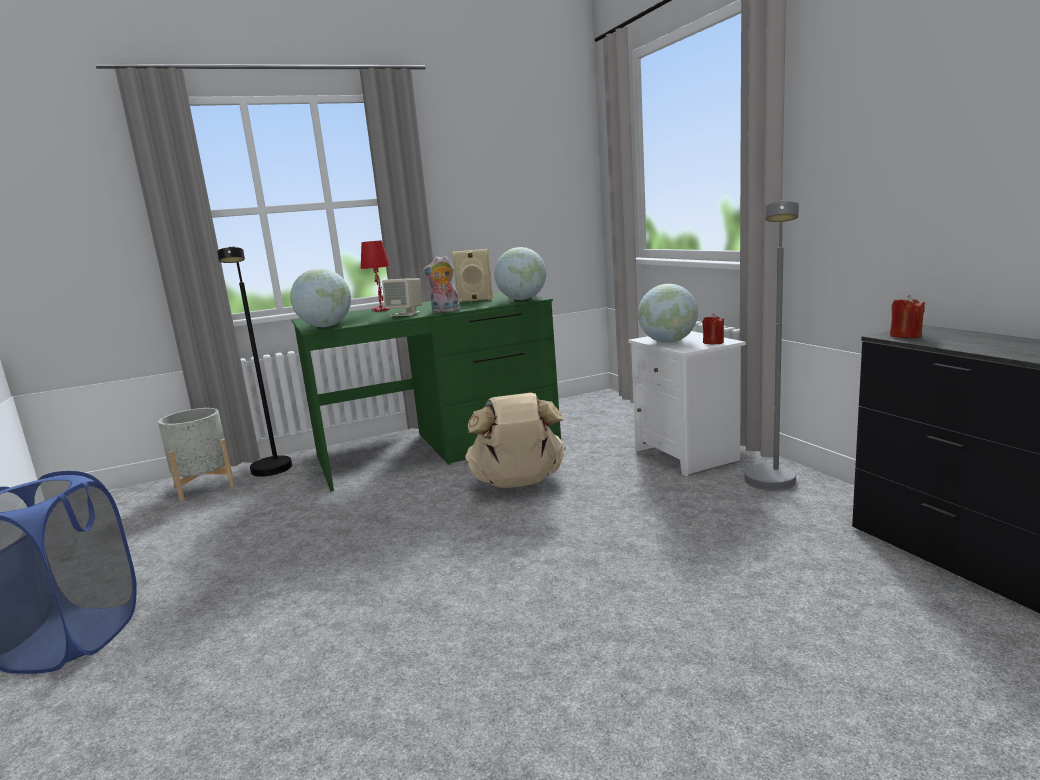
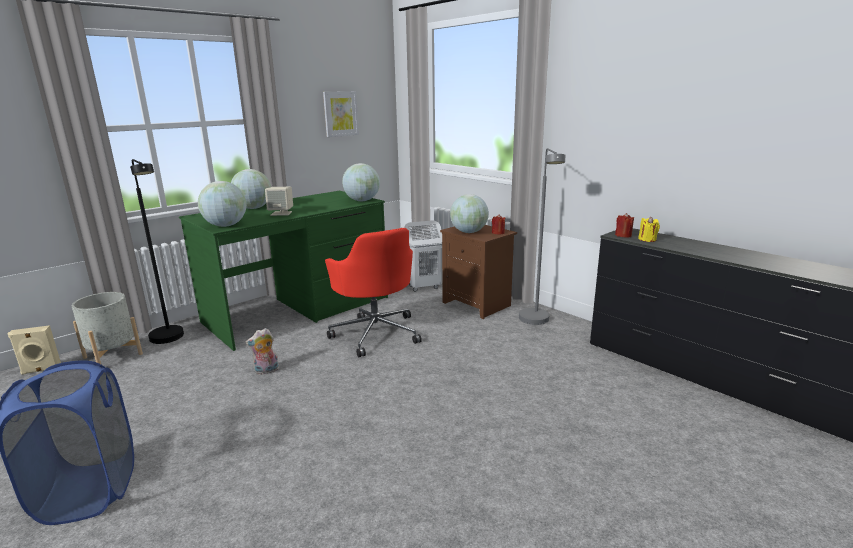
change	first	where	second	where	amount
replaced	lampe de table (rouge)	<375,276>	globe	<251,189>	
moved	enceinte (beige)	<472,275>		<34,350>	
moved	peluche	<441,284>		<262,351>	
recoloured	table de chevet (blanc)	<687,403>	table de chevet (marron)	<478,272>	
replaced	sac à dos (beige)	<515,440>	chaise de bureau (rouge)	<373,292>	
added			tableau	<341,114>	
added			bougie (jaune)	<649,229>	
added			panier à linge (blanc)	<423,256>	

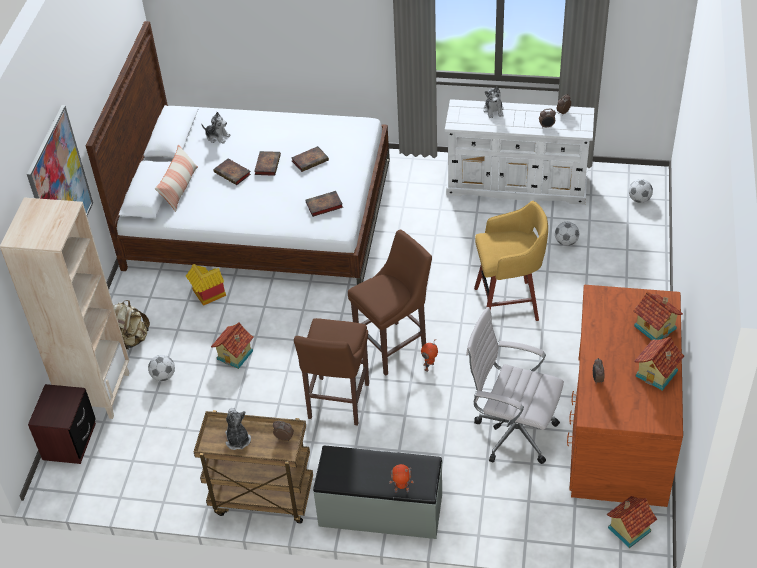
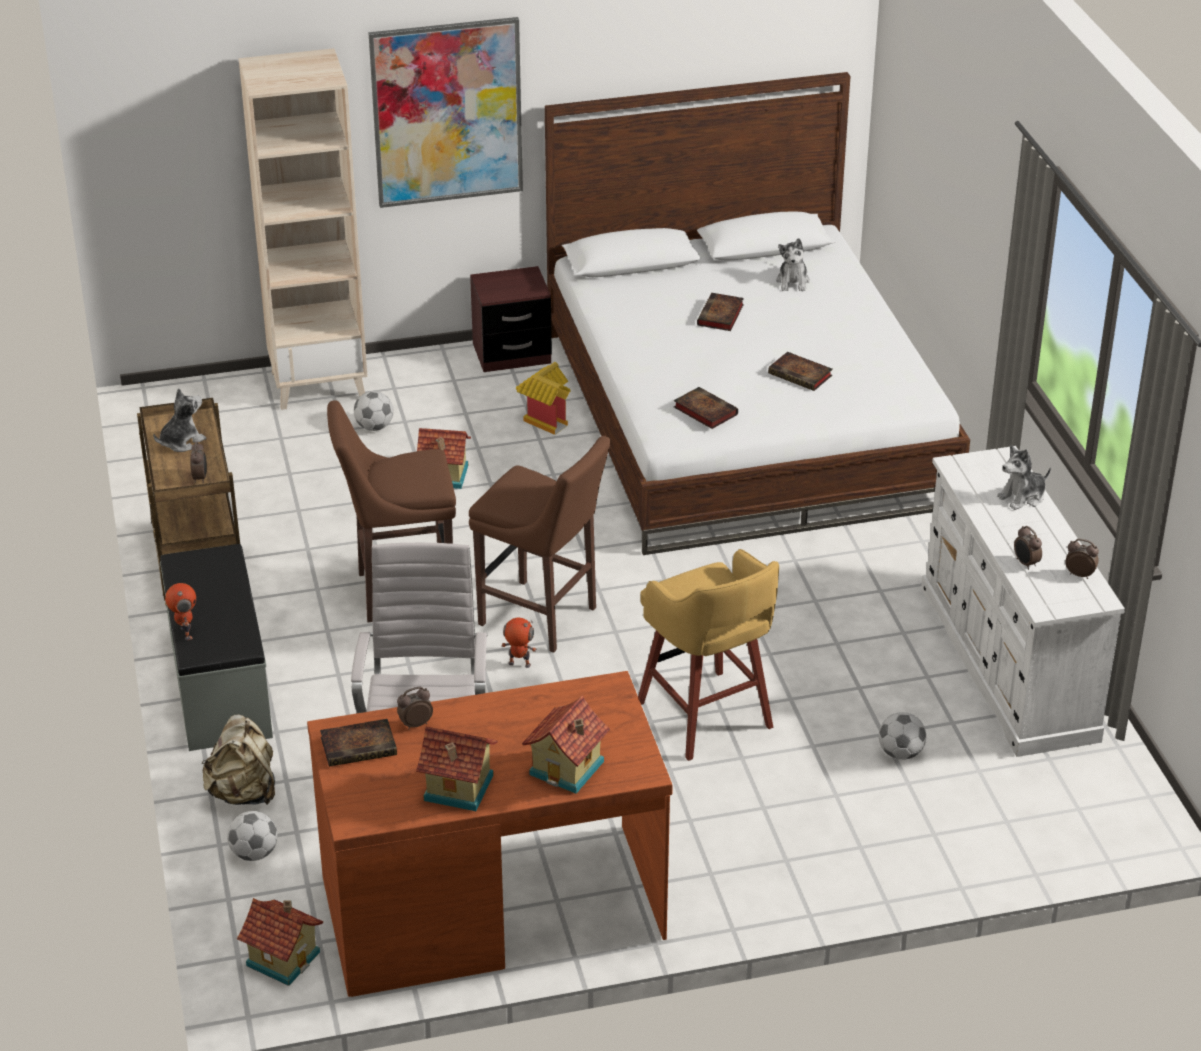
change	first	where	second	where	amount
removed	coussin	<176,178>			
moved	livre	<267,163>		<358,743>	
moved	ballon de foot	<641,191>		<252,836>	
moved	sac à dos (beige)	<131,324>		<238,759>	
moved	table de chevet (marron)	<62,424>		<511,319>	

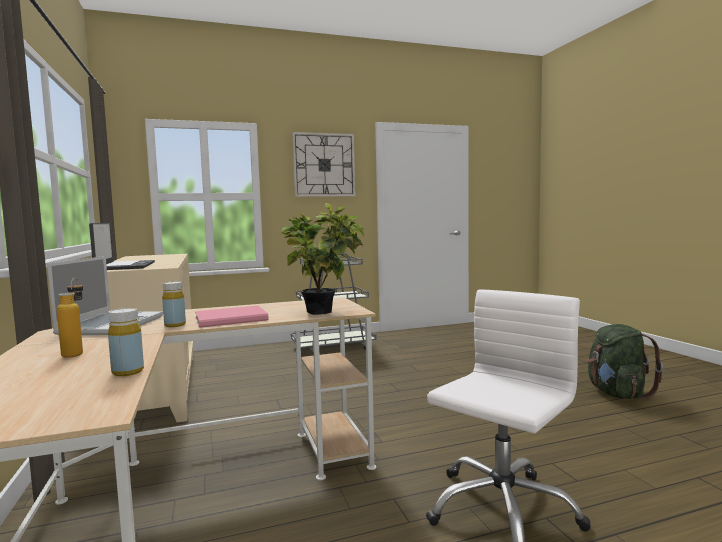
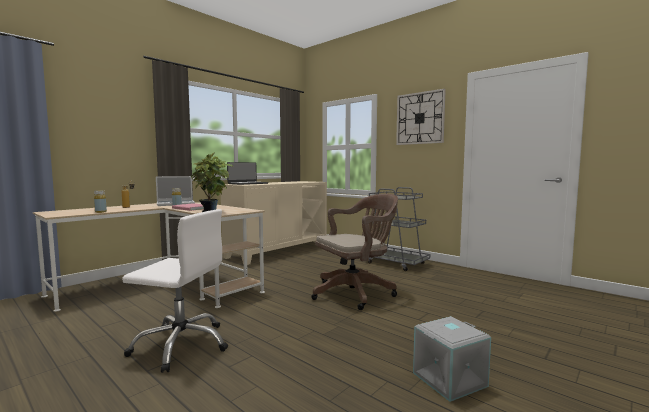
change	first	where	second	where	amount
replaced	sac à dos (vert)	<625,361>	boîte de rangement (gris)	<452,359>	
added			chaise de bureau (marron)	<354,252>	

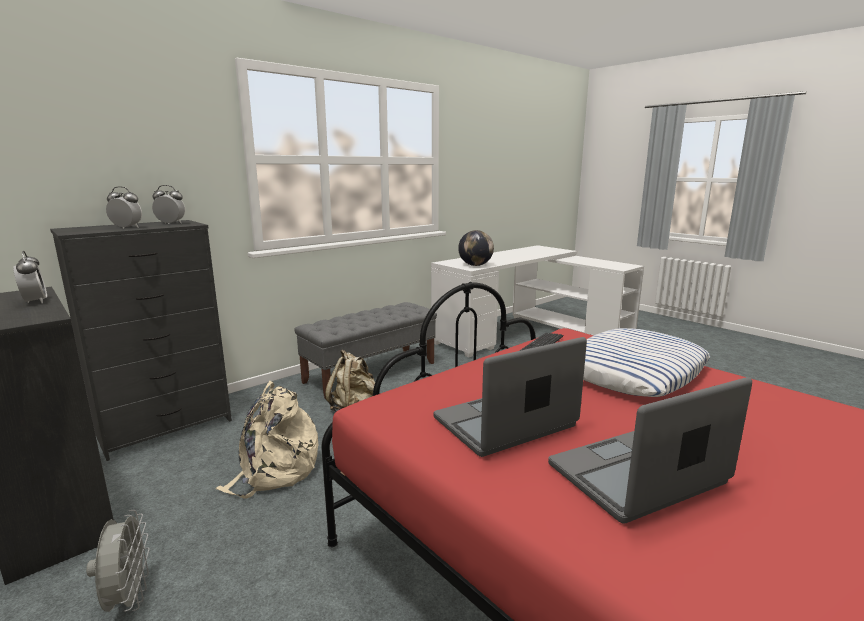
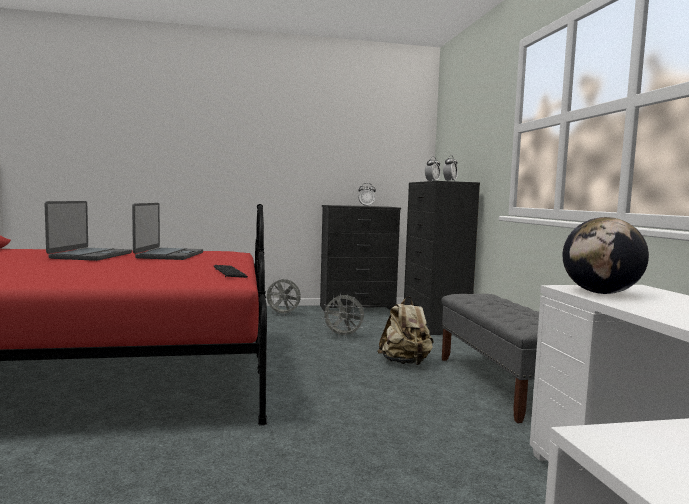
change	first	where	second	where	amount
removed	coussin	<646,362>			
replaced	sac à dos (beige)	<267,440>	ventilateur (gris)	<343,316>	

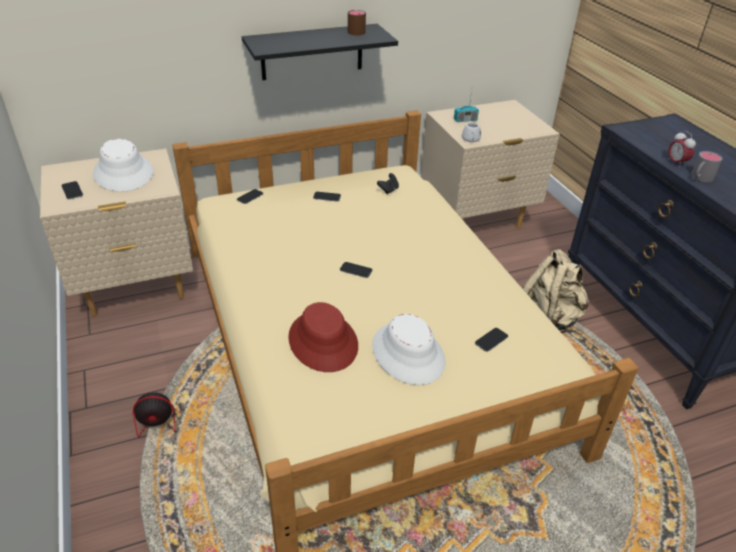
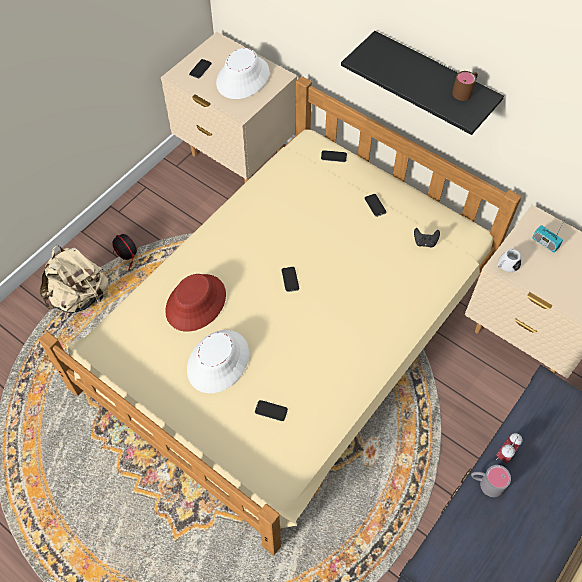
change	first	where	second	where	amount
moved	sac à dos (beige)	<555,291>		<74,279>	

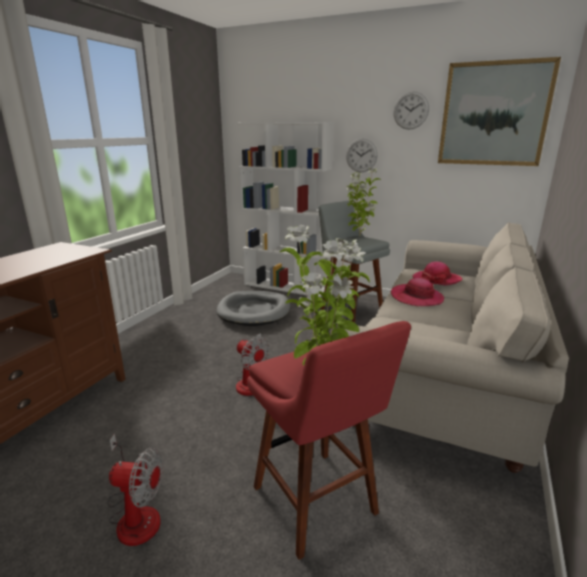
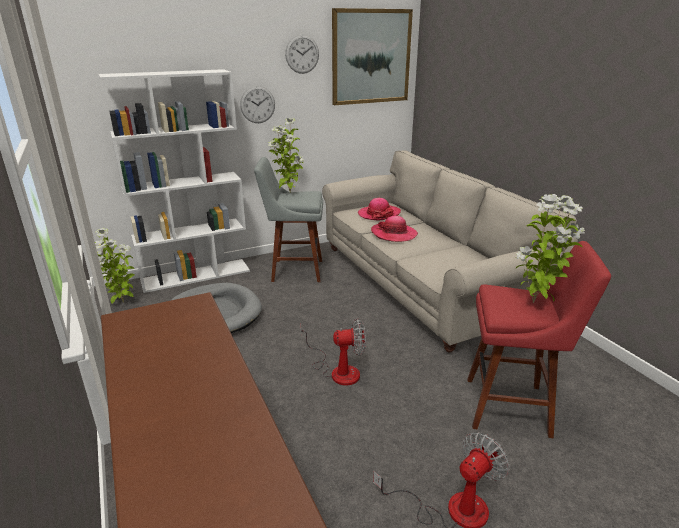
change	first	where	second	where	amount
added			plante en pot	<115,266>	

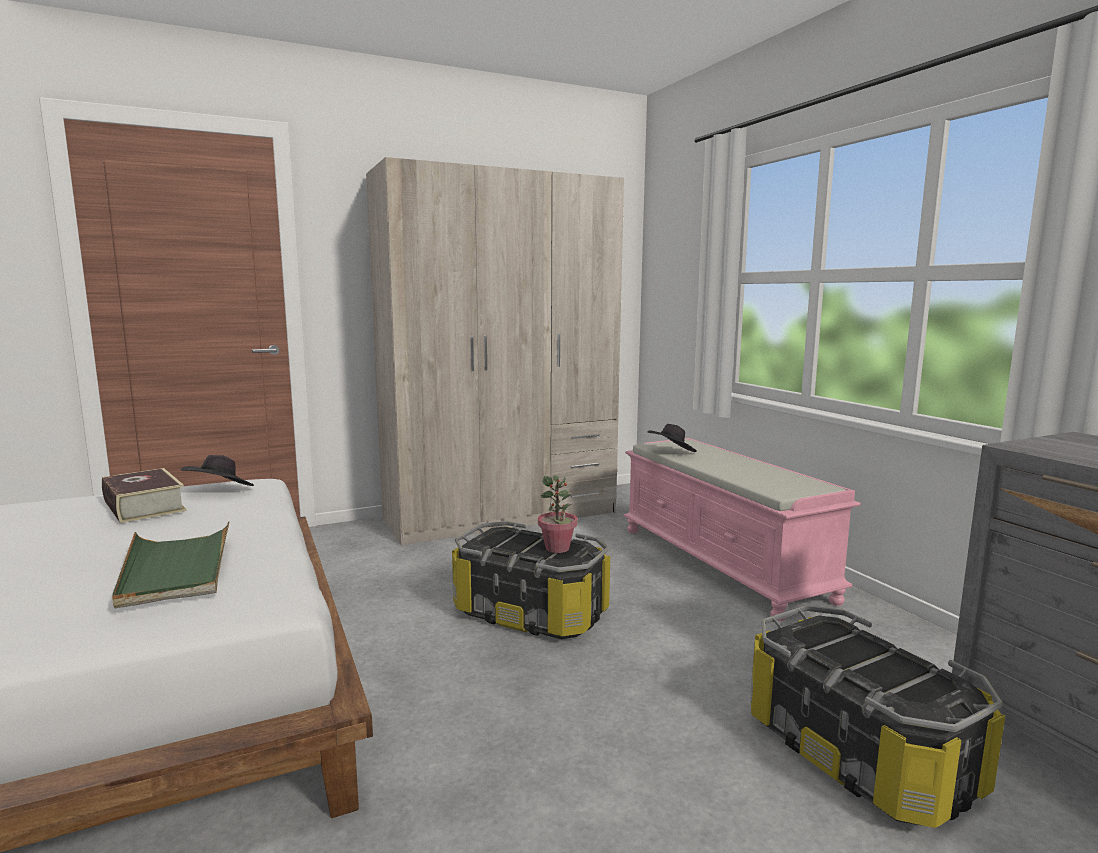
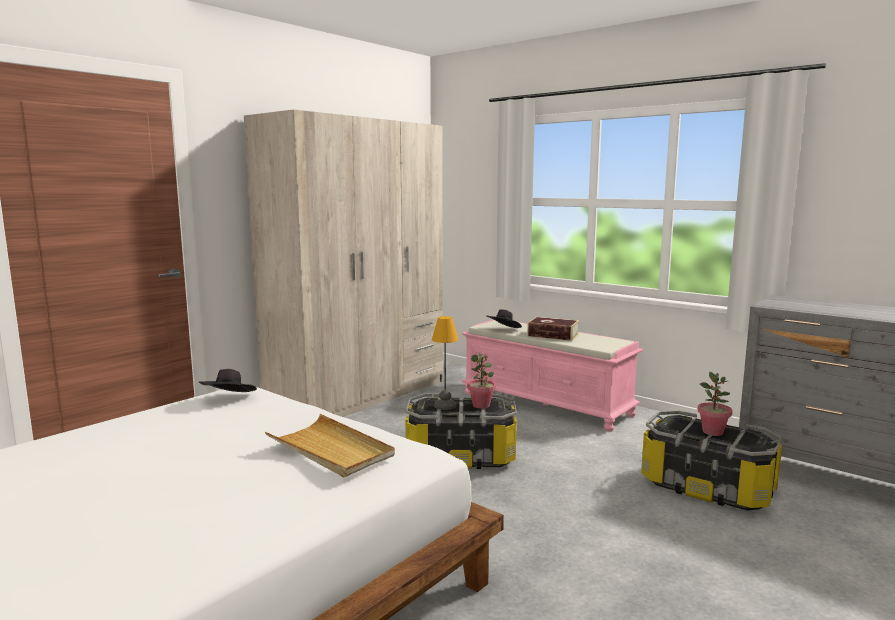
change	first	where	second	where	amount
moved	livre	<144,495>		<553,329>	
recoloured	plateau (vert)	<171,564>	plateau (beige)	<330,445>	
added			lampe de table	<445,363>	
added			plante en pot	<715,404>	

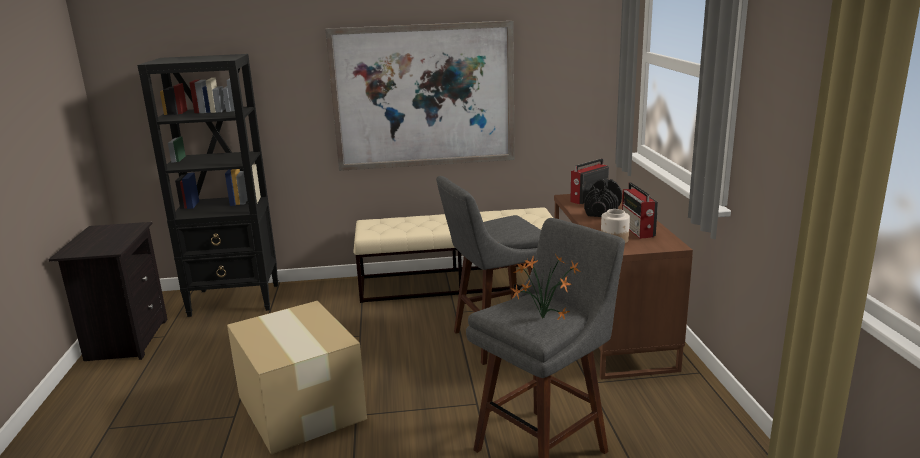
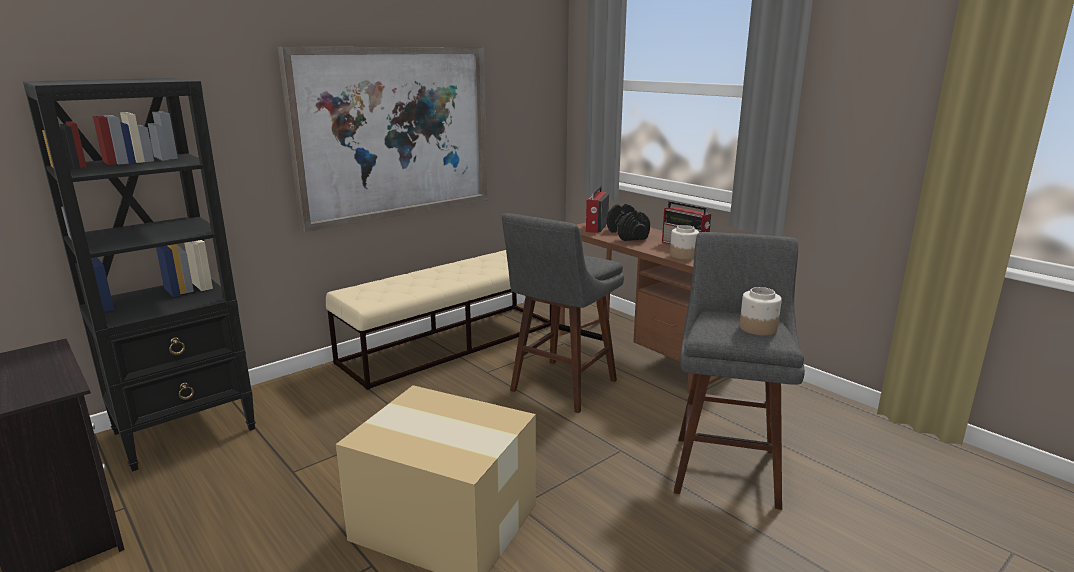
change	first	where	second	where	amount
replaced	plante en pot	<546,287>	bocal	<761,311>	

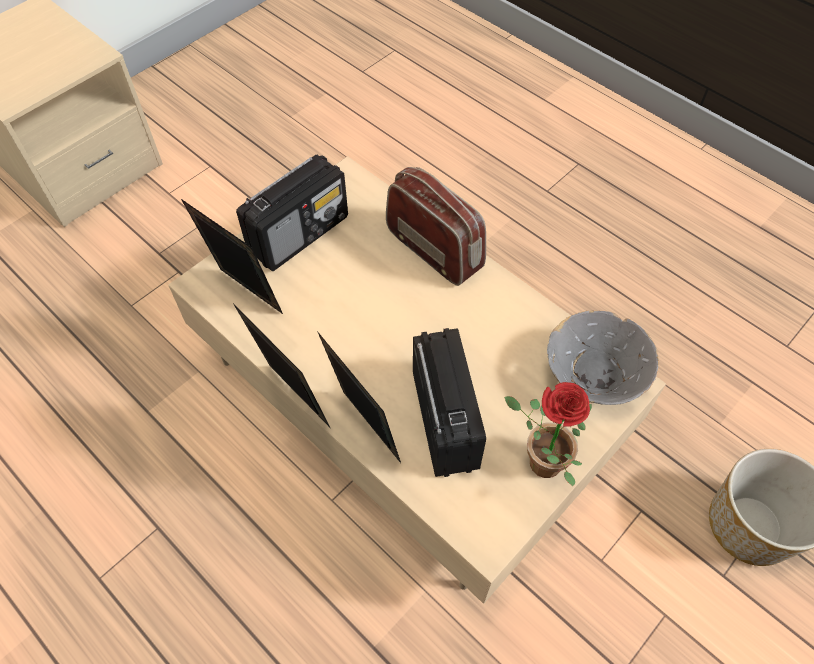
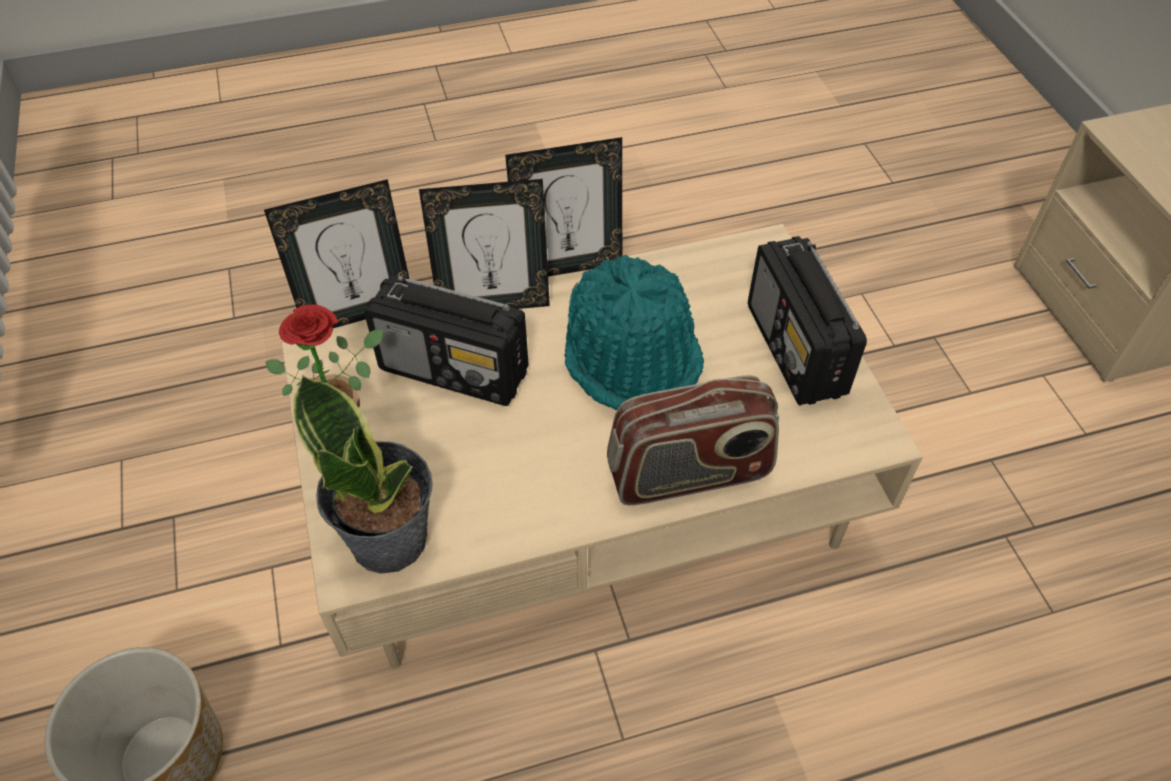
change	first	where	second	where	amount
moved	cadre photo	<232,256>		<336,253>	
replaced	bol (gris)	<603,357>	plante en pot	<363,474>	
added			chapeau (turquoise)	<634,332>	

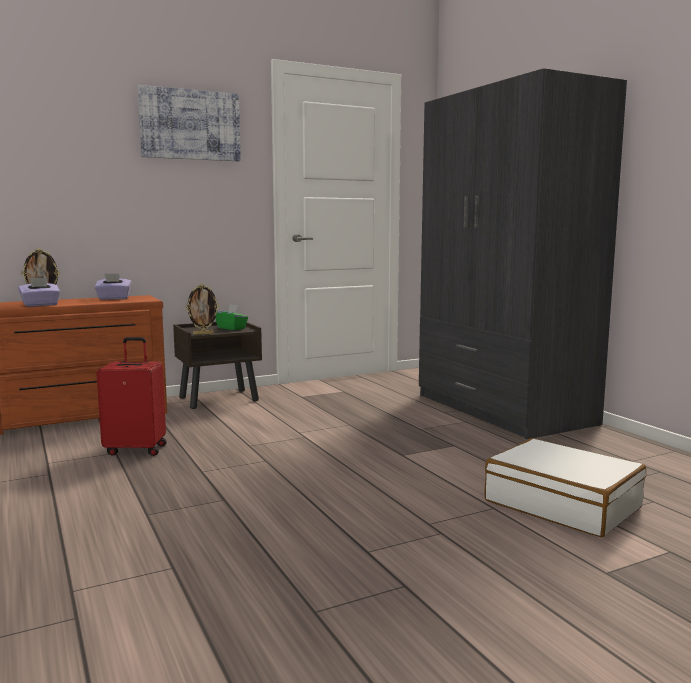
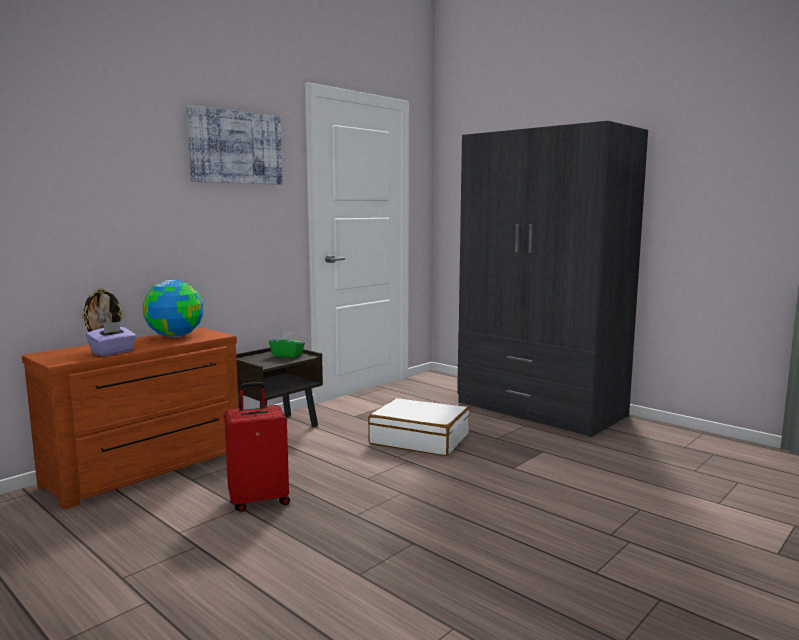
change	first	where	second	where	amount
replaced	boîte à mouchoirs (violet)	<113,286>	globe	<173,309>	
removed	cadre photo	<202,309>			
moved	valise (blanc)	<565,487>		<418,427>	

